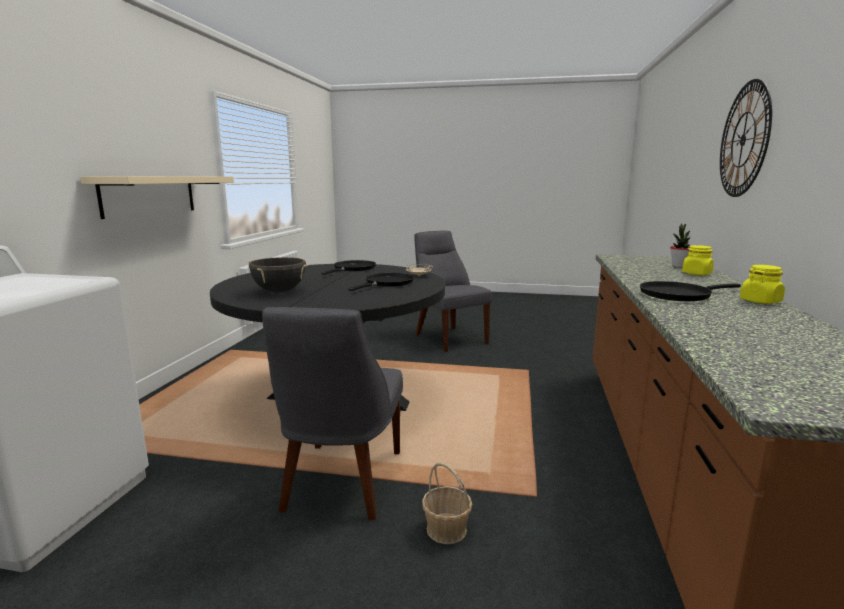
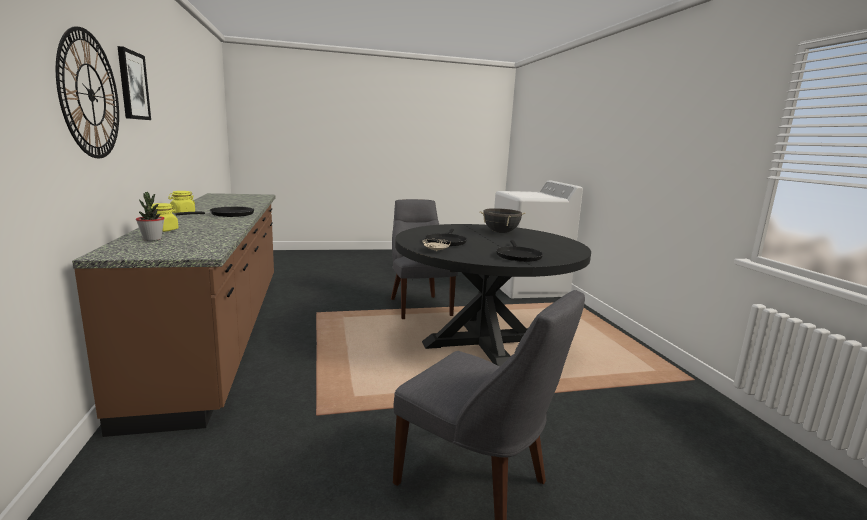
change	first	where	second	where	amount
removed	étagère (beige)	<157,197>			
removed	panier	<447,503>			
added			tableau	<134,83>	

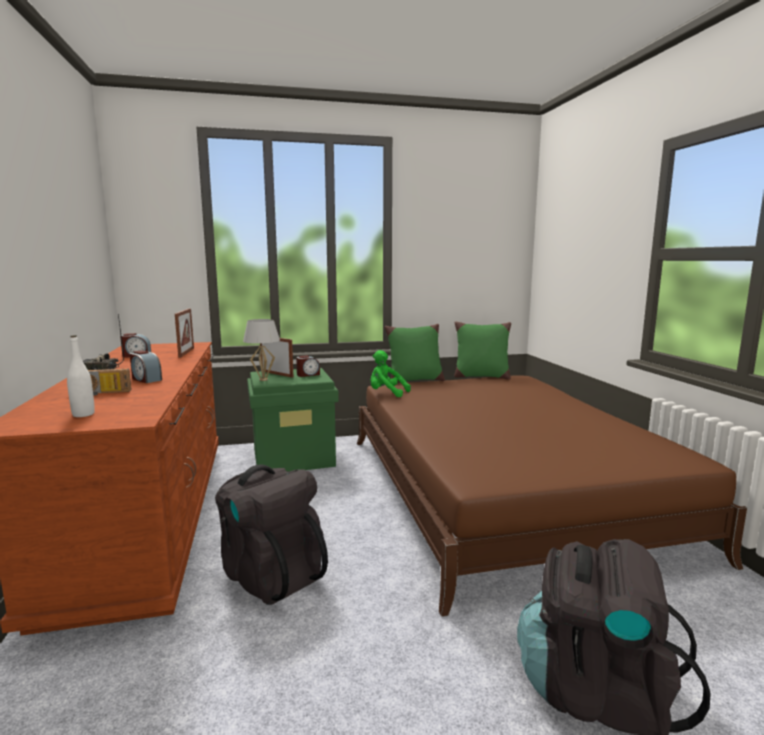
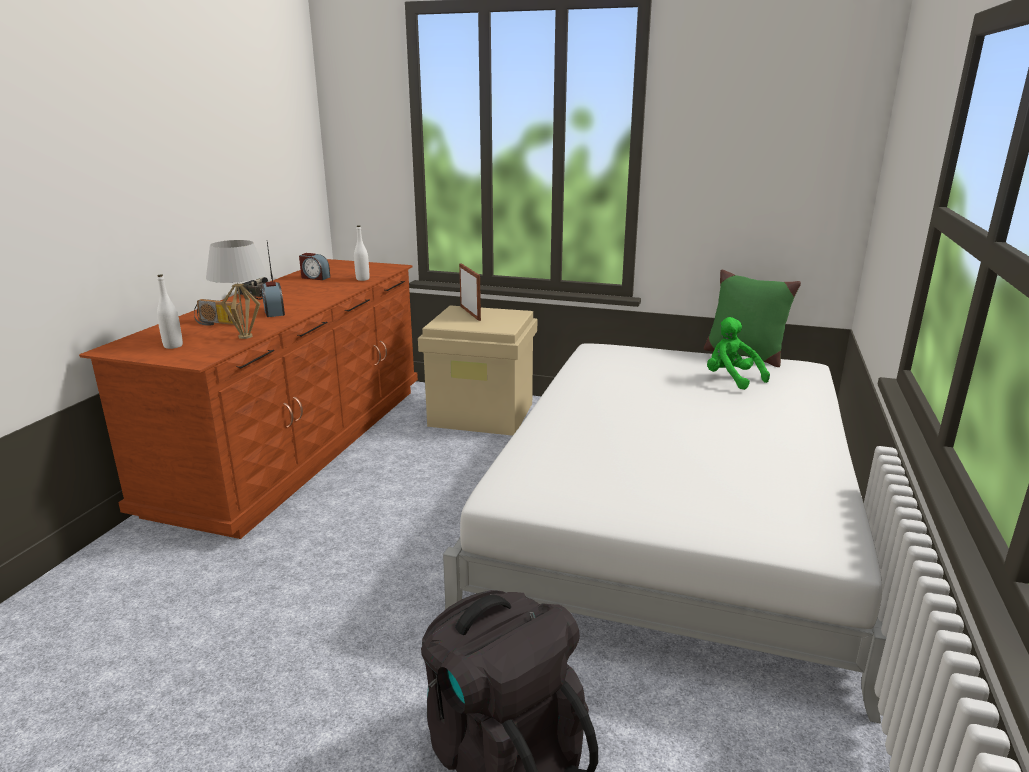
change	first	where	second	where	amount
replaced	cadre photo	<184,333>	bouteille (blanc)	<361,253>	
moved	lampe de table (blanc)	<261,350>		<236,289>	
removed	coussin (vert)	<414,353>			
moved	peluche (vert)	<391,373>		<738,353>	
removed	réveil	<308,366>			
recoloured	boîte de rangement (vert)	<293,420>	boîte de rangement (beige)	<477,371>	
recoloured	lit (marron)	<552,496>	lit (blanc)	<665,533>	
removed	sac à dos (noir)	<271,535>			

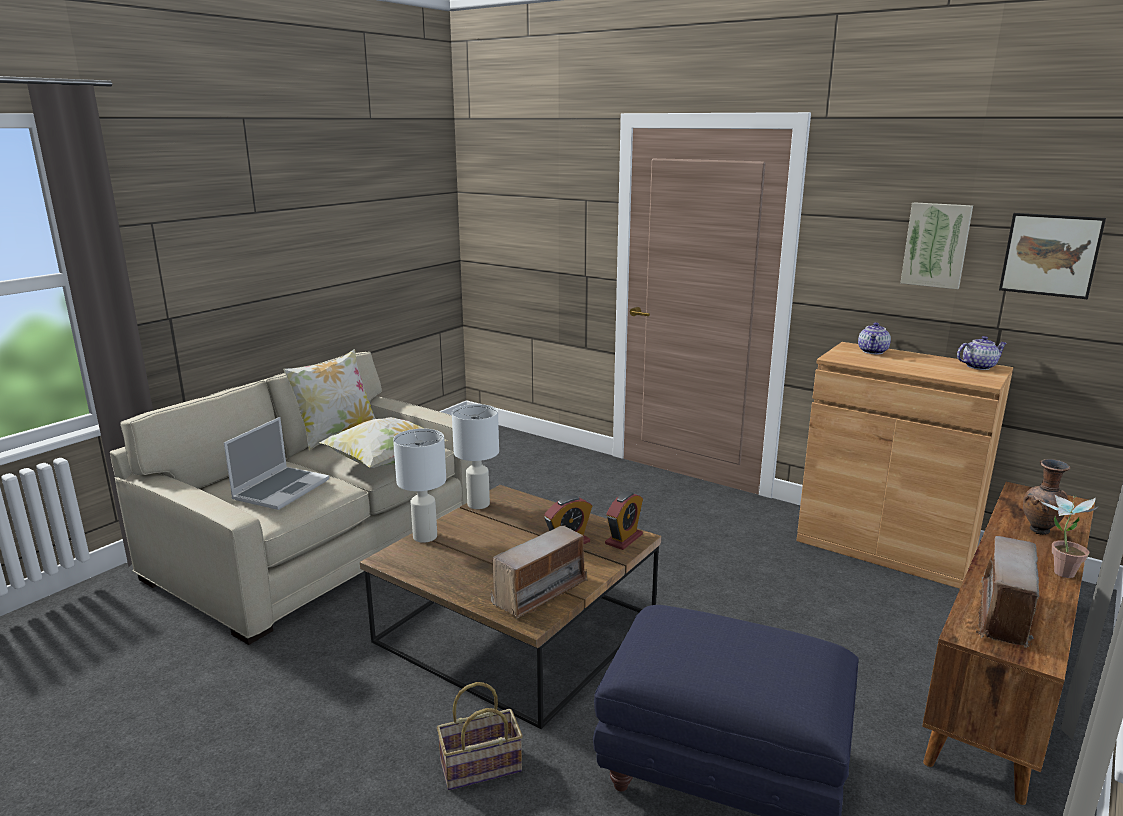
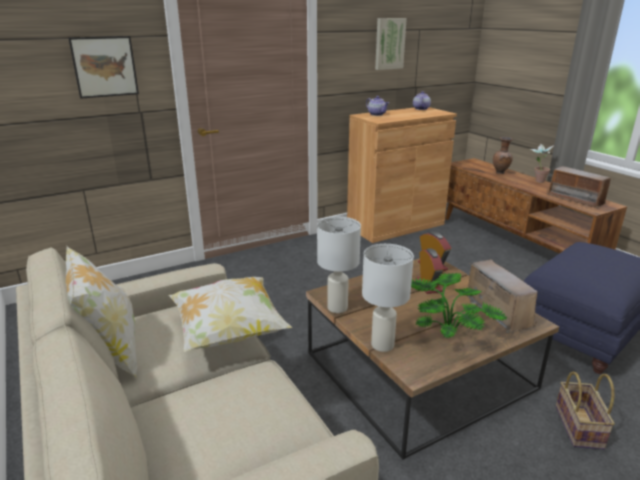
change	first	where	second	where	amount
moved	tableau	<1052,256>		<103,67>	
removed	ordinateur portable	<276,463>			
added			plante en pot	<459,305>	

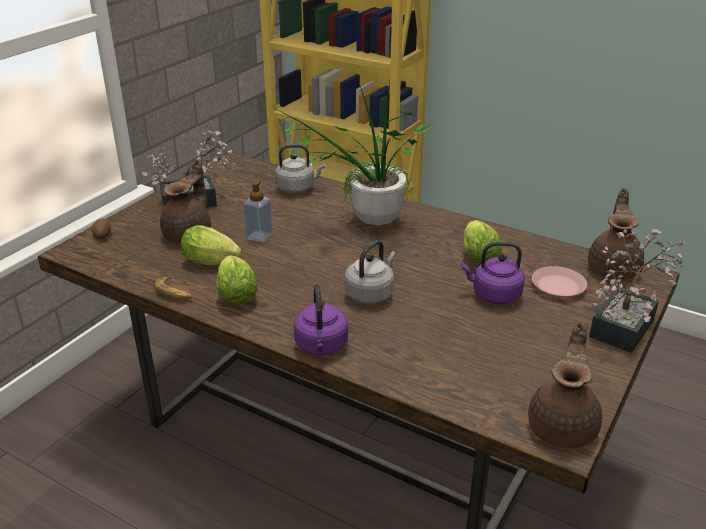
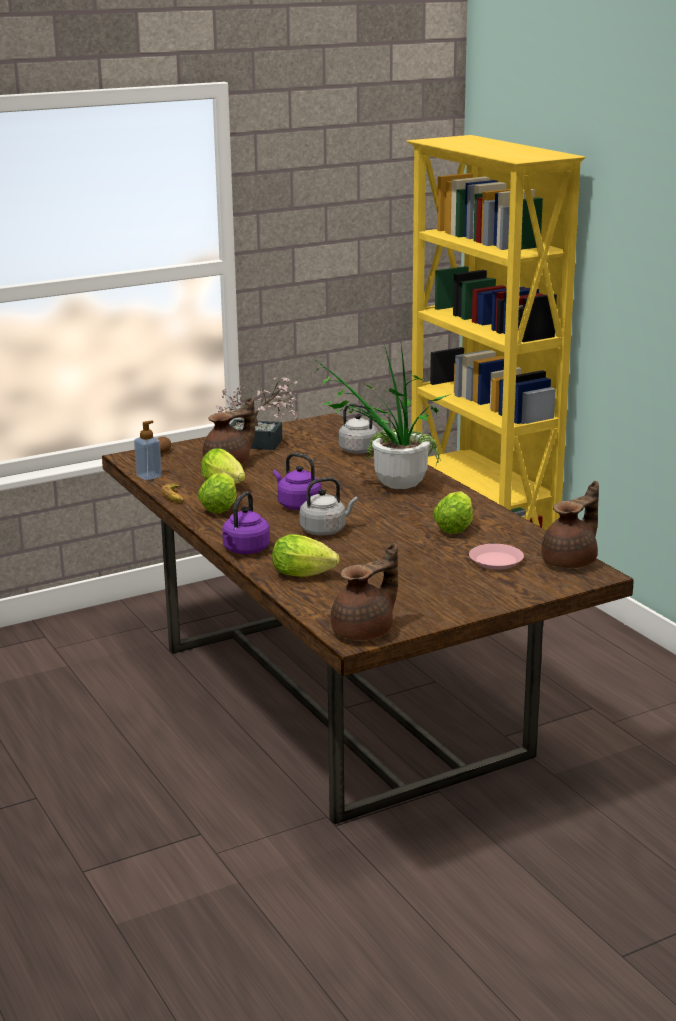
change	first	where	second	where	amount
moved	distributeur de savon	<258,211>		<148,450>	
removed	plante en pot	<637,291>			
moved	bouilloire (violet)	<493,273>		<297,481>	
added			laitue	<305,555>	

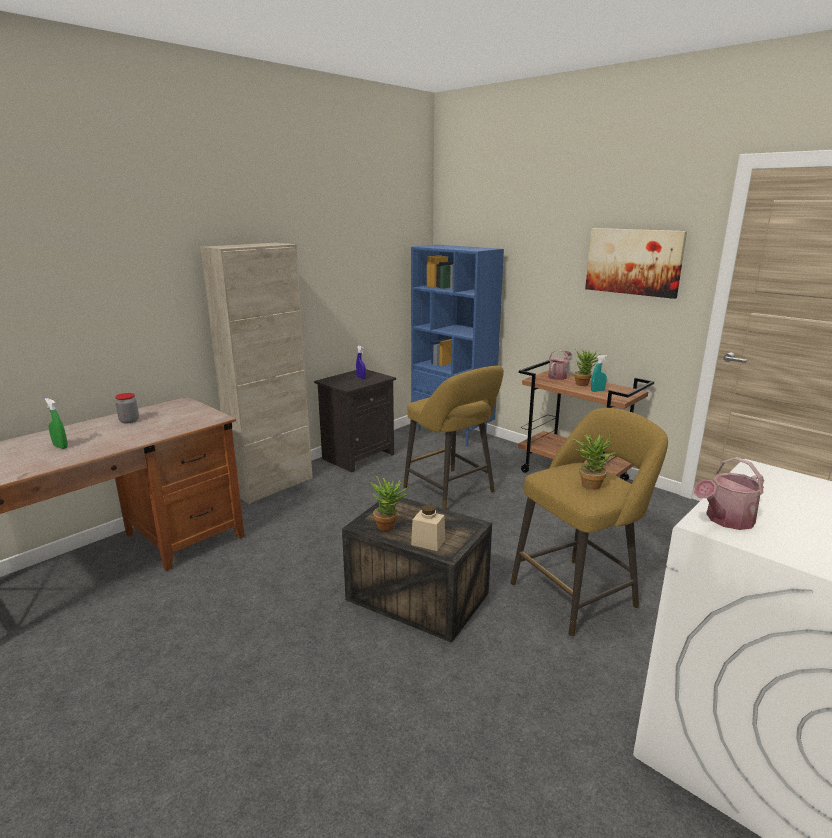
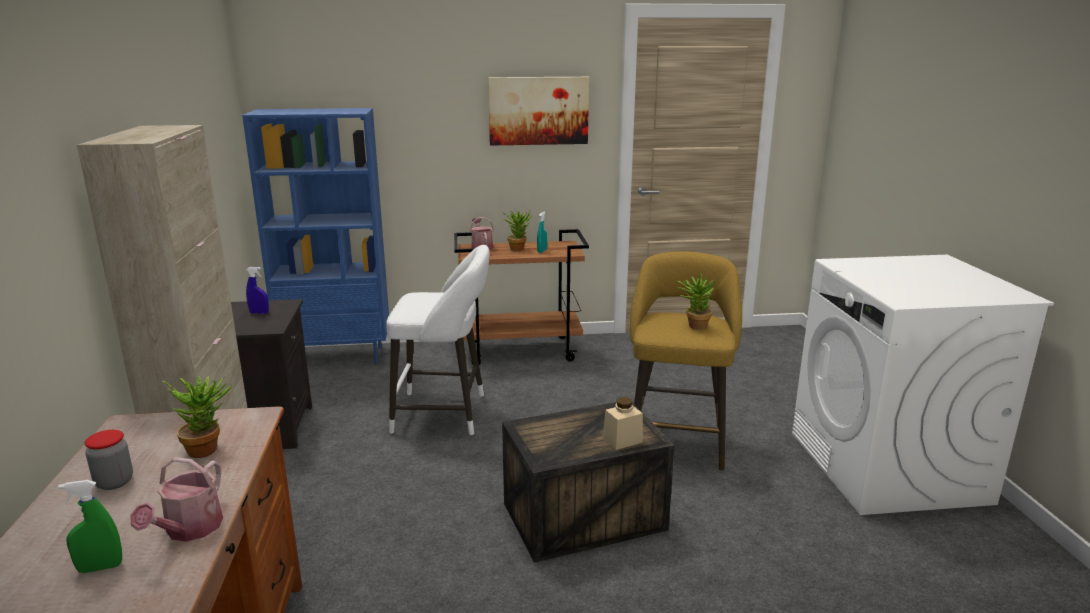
change	first	where	second	where	amount
recoloured	tabouret (jaune)	<453,438>	tabouret (blanc)	<438,340>	
moved	arrosoir	<729,493>		<176,499>	
moved	plante en pot	<390,503>		<197,416>	

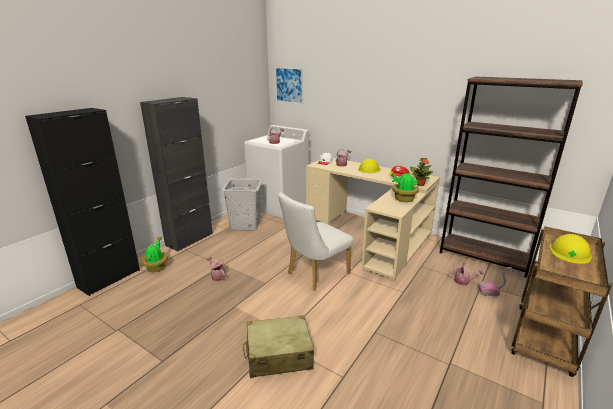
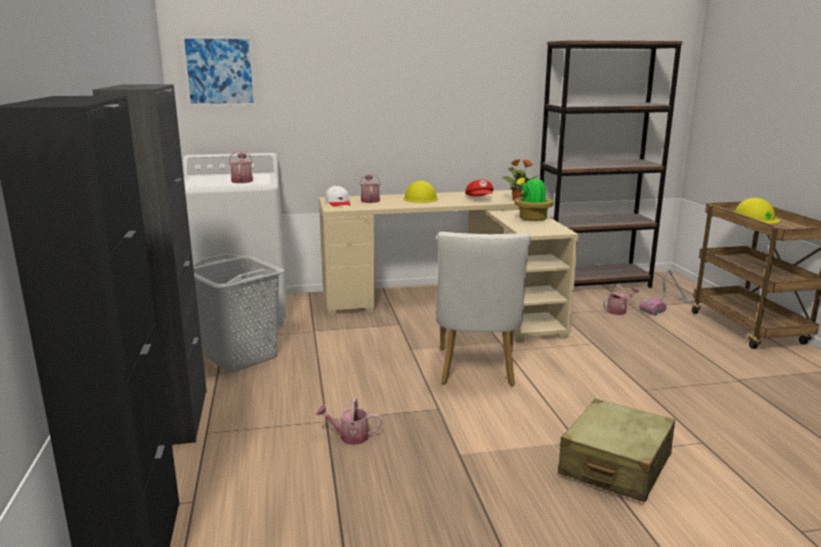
change	first	where	second	where	amount
removed	plante en pot	<154,254>			

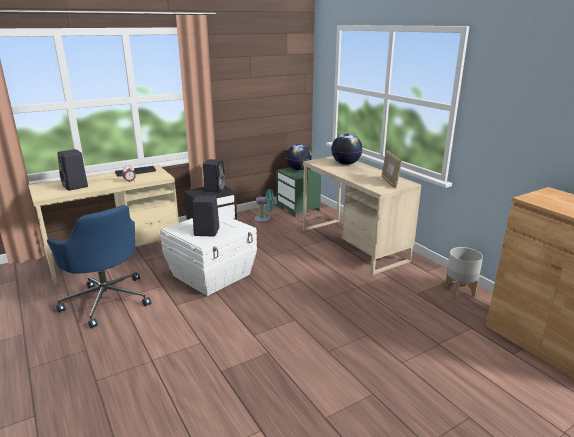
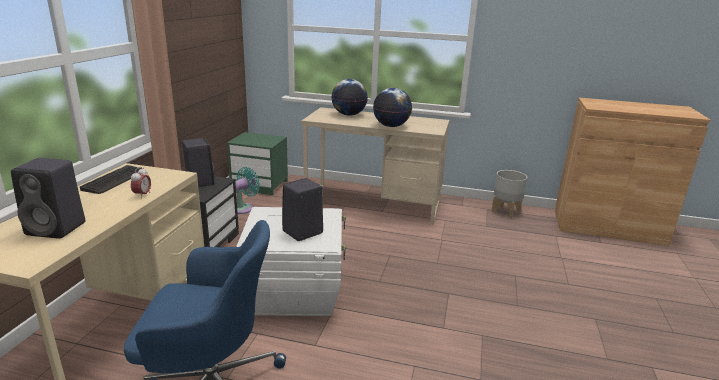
change	first	where	second	where	amount
moved	globe	<299,157>		<392,107>	
removed	cadre photo	<391,170>			

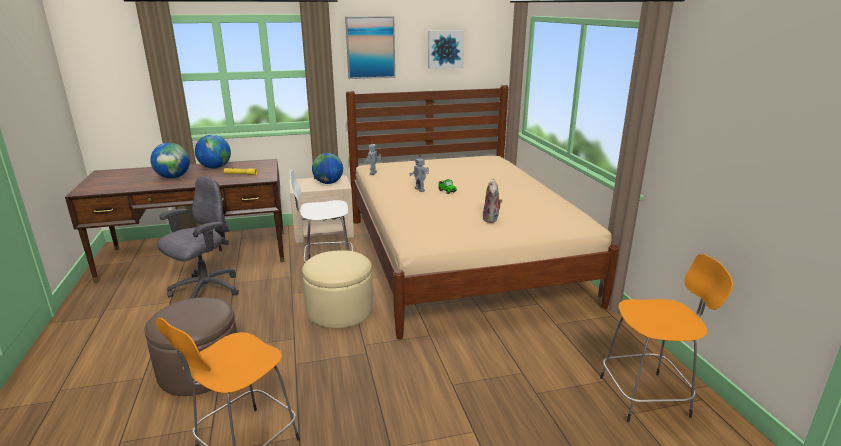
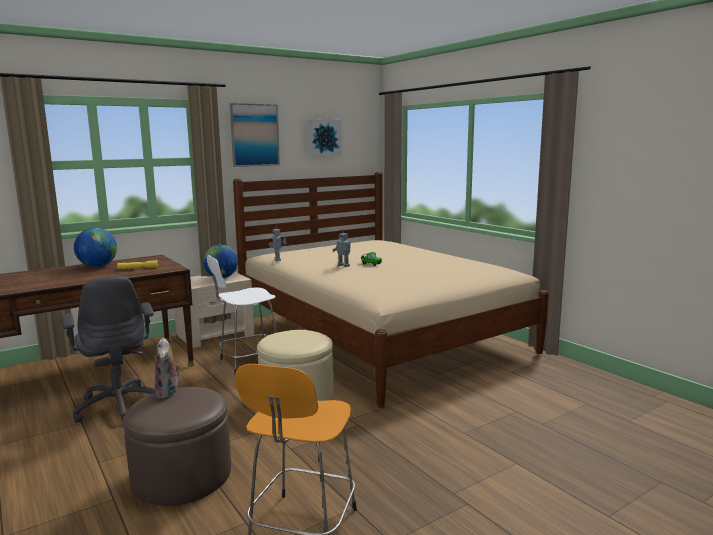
change	first	where	second	where	amount
removed	globe	<170,161>			
turned	chaise de bureau (gris)	<198,237>		<108,349>	135 degrees clockwise
moved	peluche	<492,201>		<167,368>	
removed	tabouret (orange)	<666,338>			

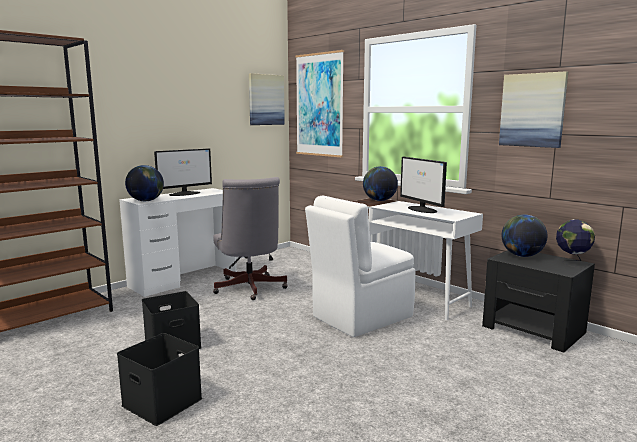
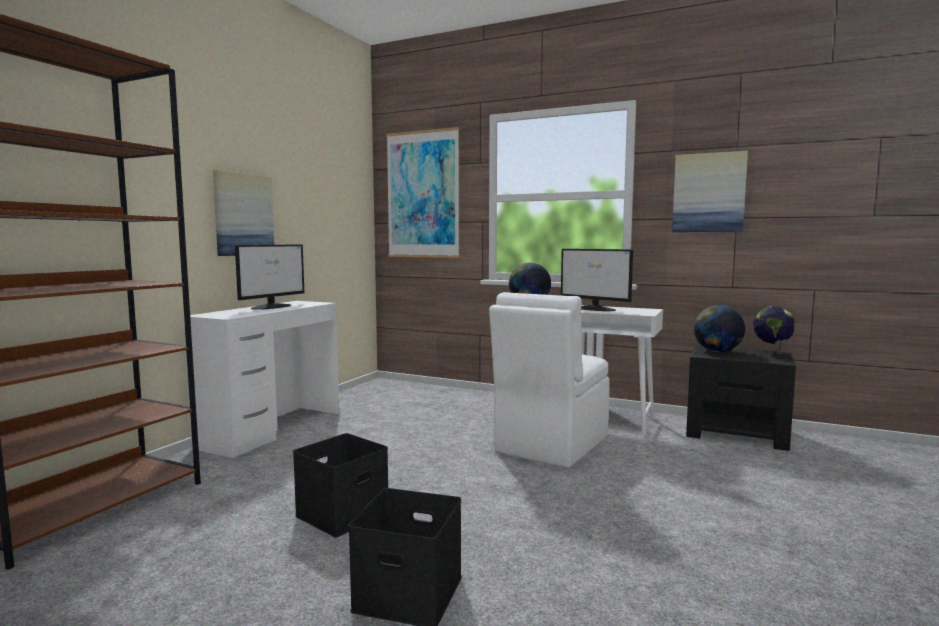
change	first	where	second	where	amount
moved	tableau	<267,99>		<243,213>	
removed	globe	<144,183>			
removed	chaise de bureau (gris)	<250,238>			

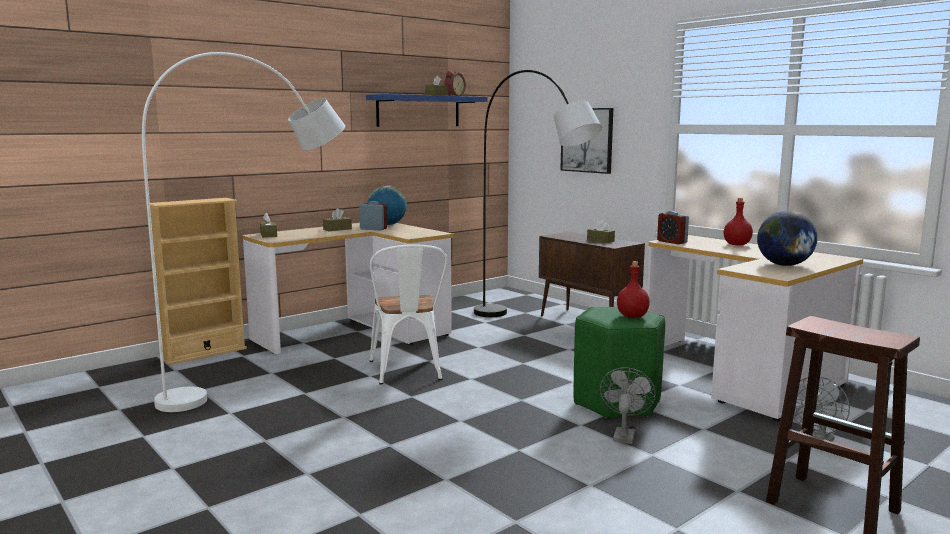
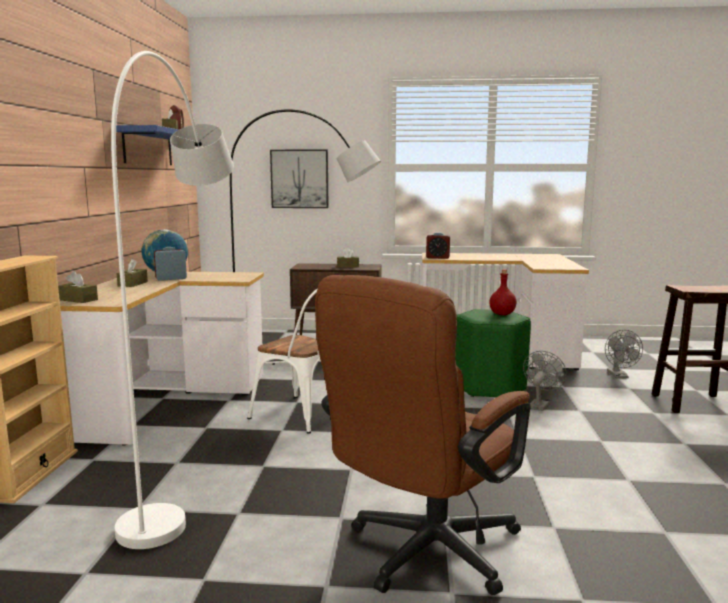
change	first	where	second	where	amount
removed	bouteille (rouge)	<738,221>			
removed	globe	<787,238>			
turned	ventilateur (gris)	<628,405>		<545,381>	60 degrees clockwise
added			chaise de bureau (marron)	<422,435>	

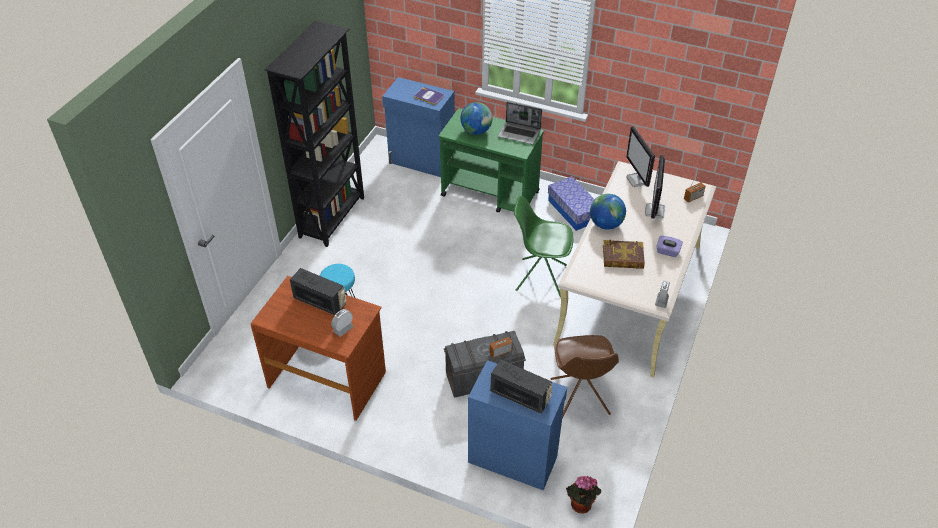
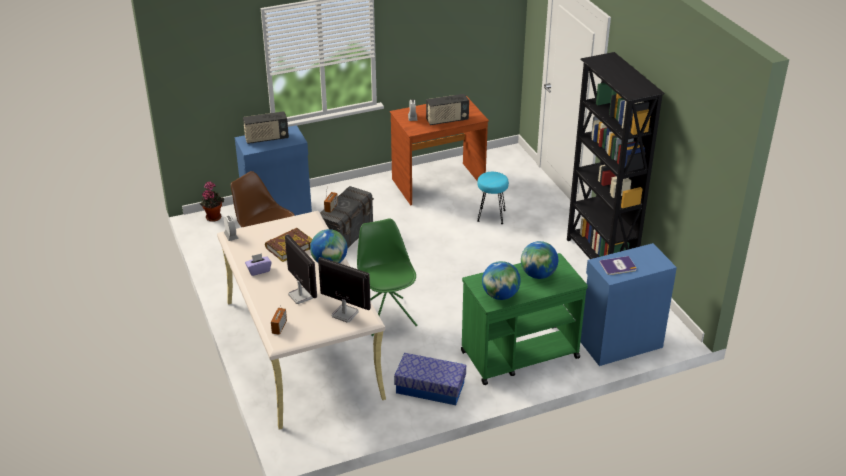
change	first	where	second	where	amount
replaced	ordinateur portable	<520,123>	globe	<501,280>	
turned	chaise (vert)	<543,246>		<387,277>	75 degrees counterclockwise

